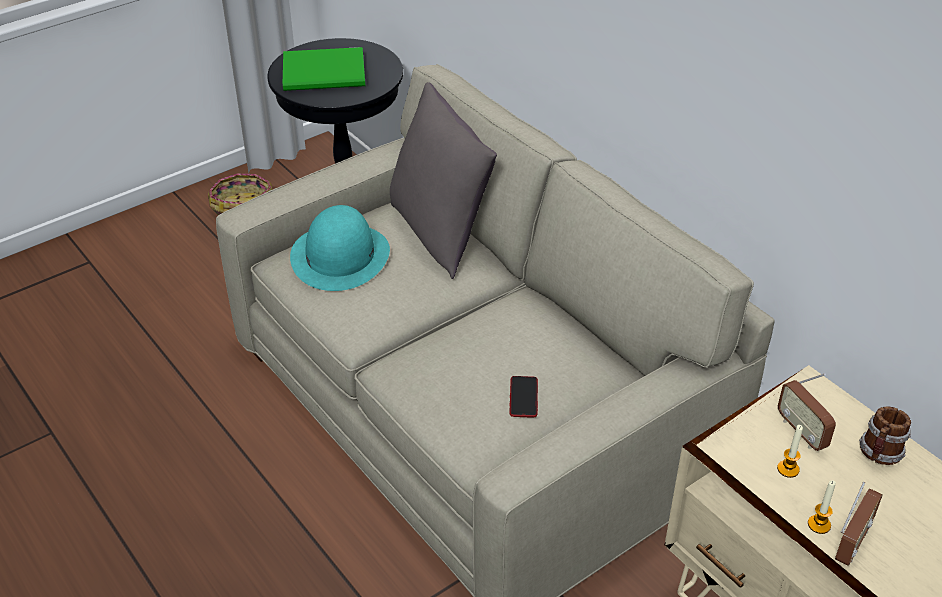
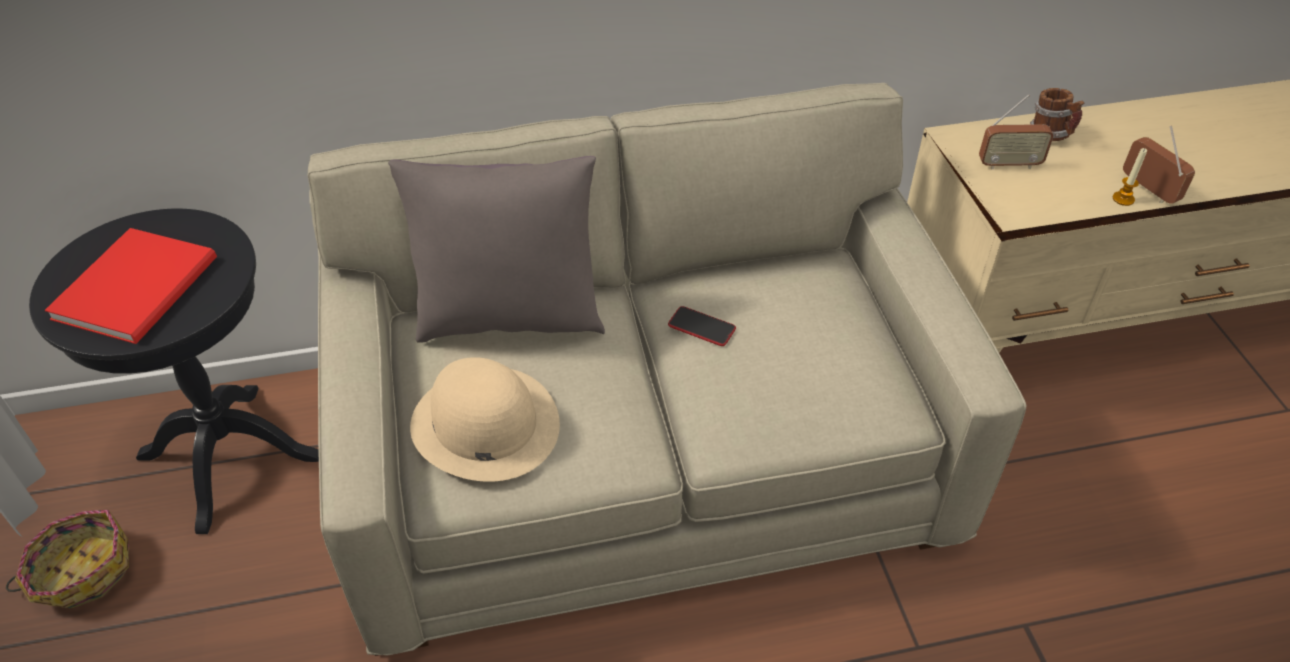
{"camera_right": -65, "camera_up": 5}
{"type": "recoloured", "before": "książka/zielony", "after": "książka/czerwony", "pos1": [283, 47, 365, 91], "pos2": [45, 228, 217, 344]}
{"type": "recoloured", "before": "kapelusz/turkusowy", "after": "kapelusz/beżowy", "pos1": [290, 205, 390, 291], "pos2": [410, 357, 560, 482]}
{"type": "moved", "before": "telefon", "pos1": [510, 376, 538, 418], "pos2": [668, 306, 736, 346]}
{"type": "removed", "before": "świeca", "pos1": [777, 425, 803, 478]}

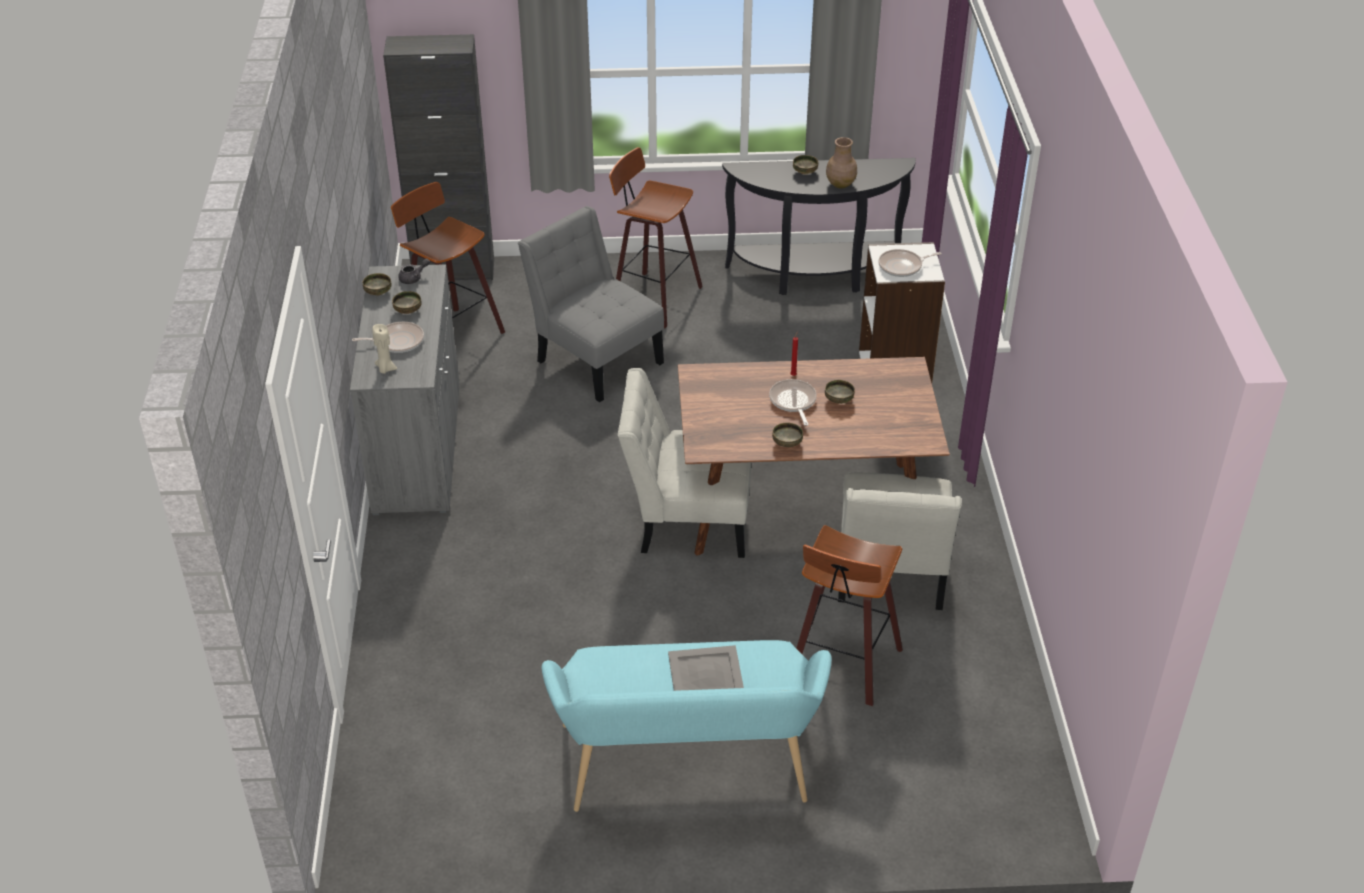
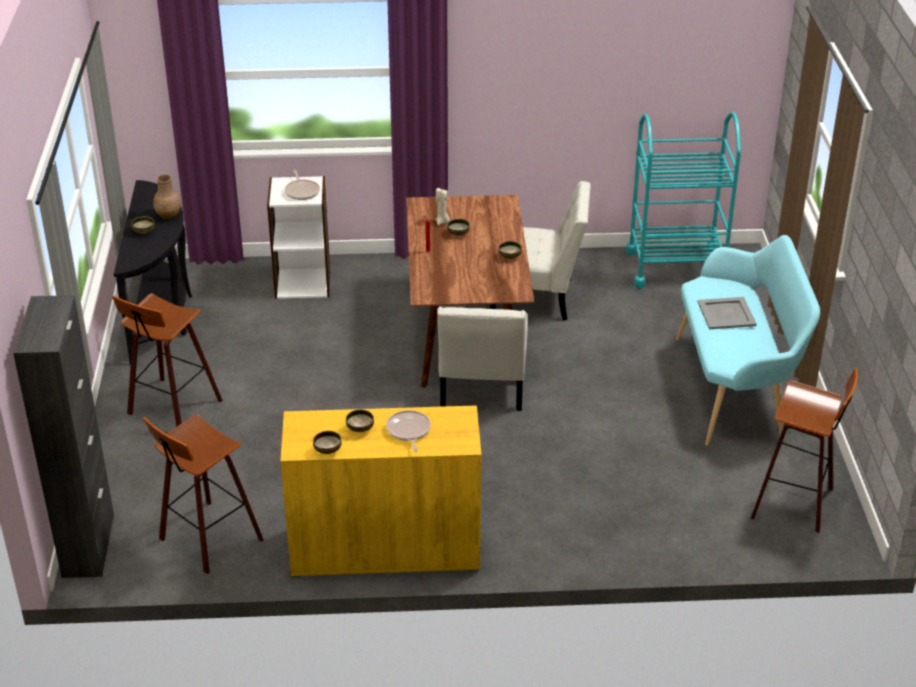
{"camera_right": -90, "camera_up": -5}
{"type": "recoloured", "before": "szafka/szary", "after": "szafka/żółty", "pos1": [350, 264, 460, 515], "pos2": [281, 405, 482, 578]}
{"type": "moved", "before": "świeca/beżowy", "pos1": [372, 324, 397, 374], "pos2": [435, 188, 450, 225]}
{"type": "removed", "before": "imbryk/szary", "pos1": [398, 258, 430, 284]}
{"type": "removed", "before": "krzesło/szary", "pos1": [518, 206, 664, 402]}
{"type": "removed", "before": "patelnia", "pos1": [769, 379, 817, 426]}
{"type": "moved", "before": "stołek", "pos1": [796, 525, 903, 706], "pos2": [751, 368, 858, 533]}
{"type": "added", "after": "wózek/turkusowy", "pos2": [626, 112, 741, 289]}

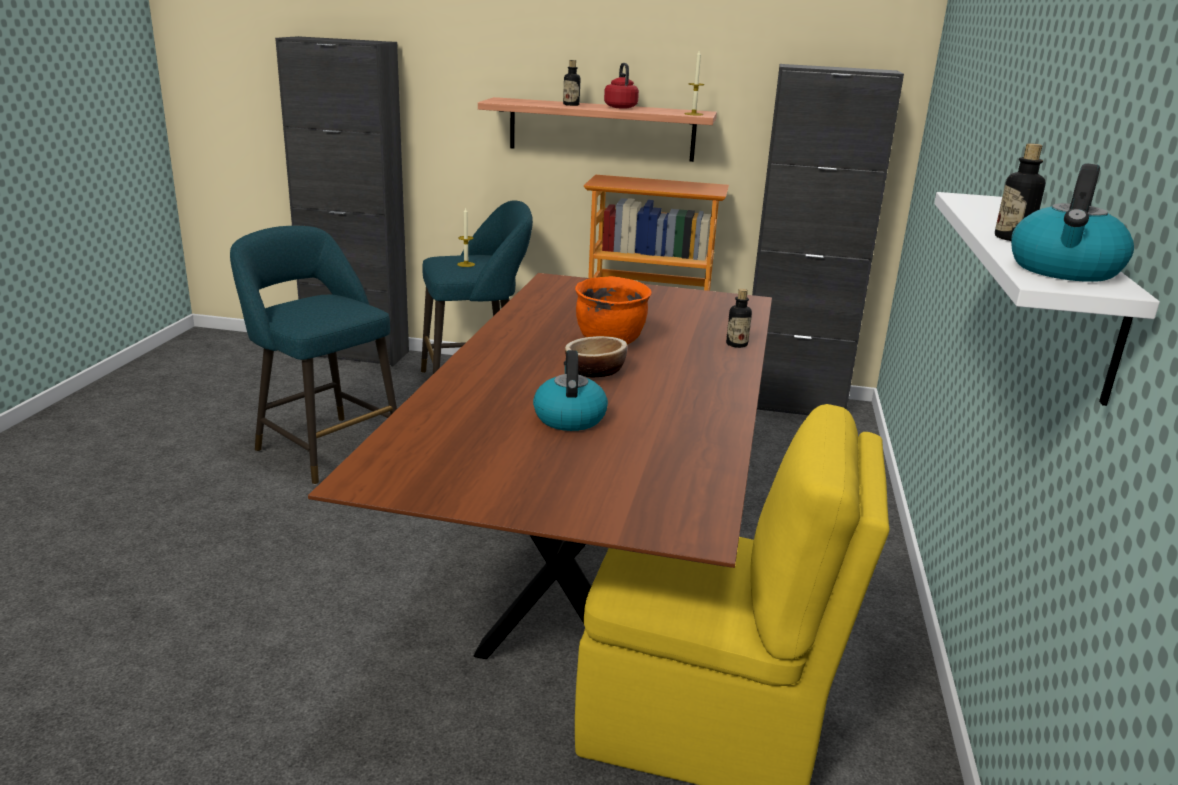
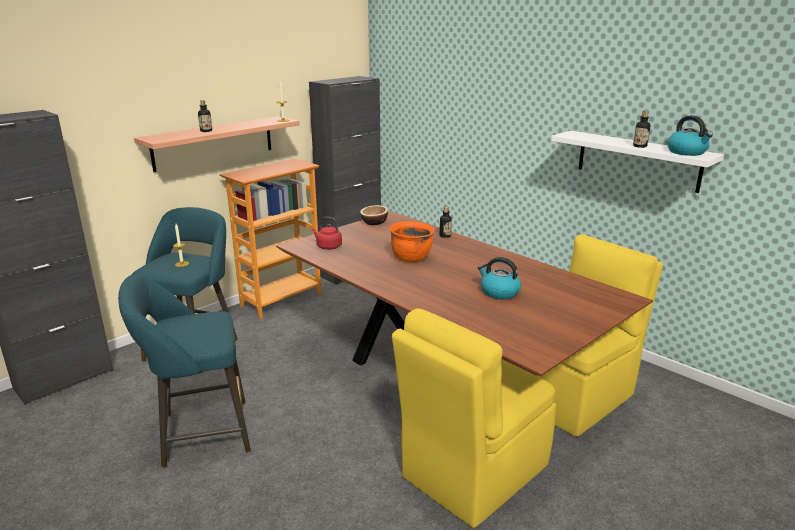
{"camera_right": -55, "camera_up": 0}
{"type": "moved", "before": "miska", "pos1": [565, 336, 627, 377], "pos2": [360, 205, 388, 225]}
{"type": "moved", "before": "czajnik/czerwony", "pos1": [604, 63, 639, 109], "pos2": [311, 217, 342, 250]}
{"type": "added", "after": "krzesło/żółty", "pos2": [392, 308, 556, 528]}

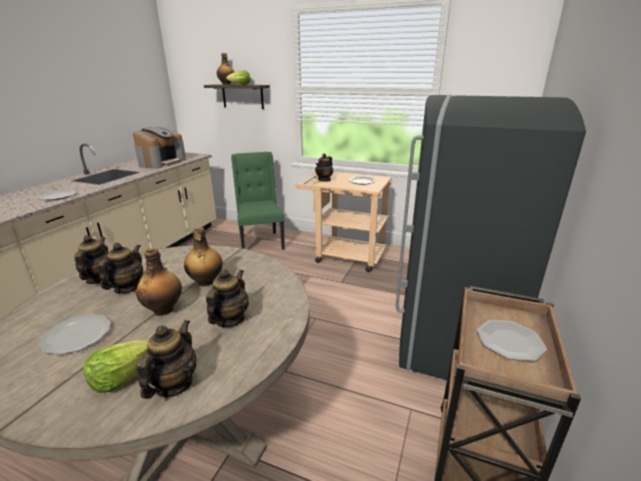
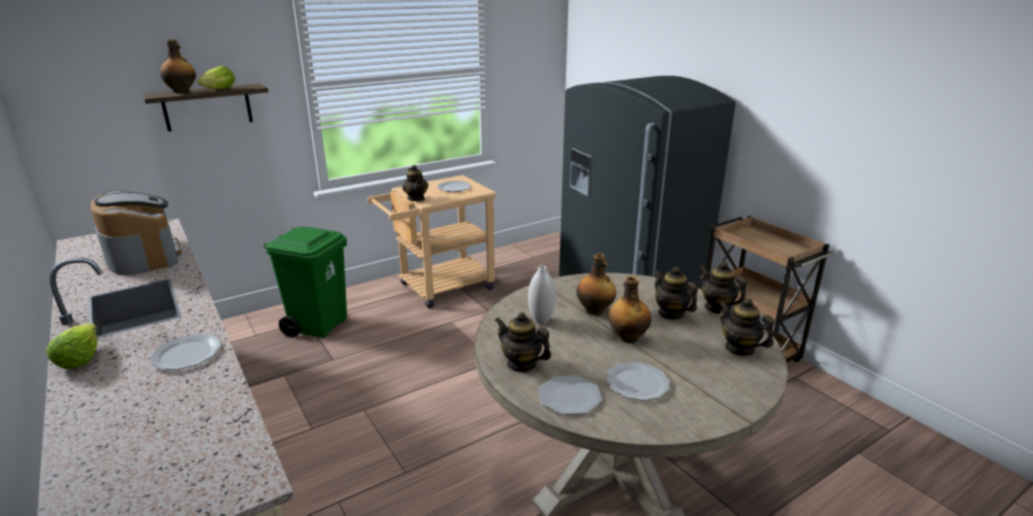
{"camera_right": -55, "camera_up": 0}
{"type": "moved", "before": "sałata", "pos1": [83, 340, 149, 393], "pos2": [47, 323, 98, 369]}
{"type": "moved", "before": "imbryk", "pos1": [98, 243, 143, 294], "pos2": [699, 262, 747, 314]}
{"type": "replaced", "before": "krzesło/zielony", "after": "kosz na śmieci/zielony", "pos1": [231, 152, 285, 250], "pos2": [263, 227, 347, 338]}
{"type": "moved", "before": "talerz", "pos1": [477, 320, 547, 361], "pos2": [539, 376, 602, 415]}
{"type": "added", "after": "wazon/biały", "pos2": [528, 266, 556, 324]}

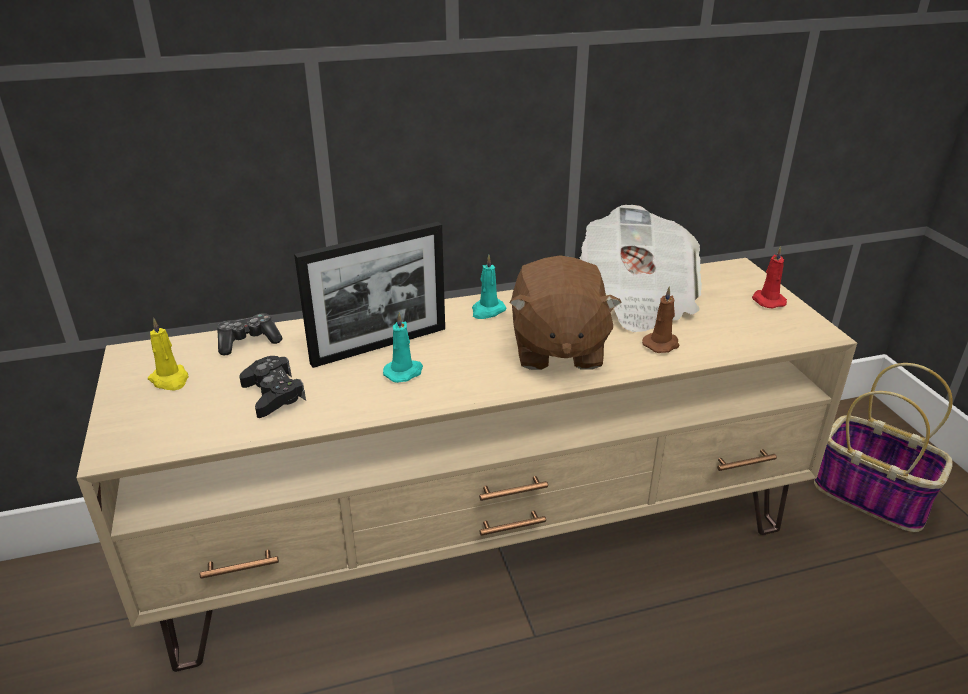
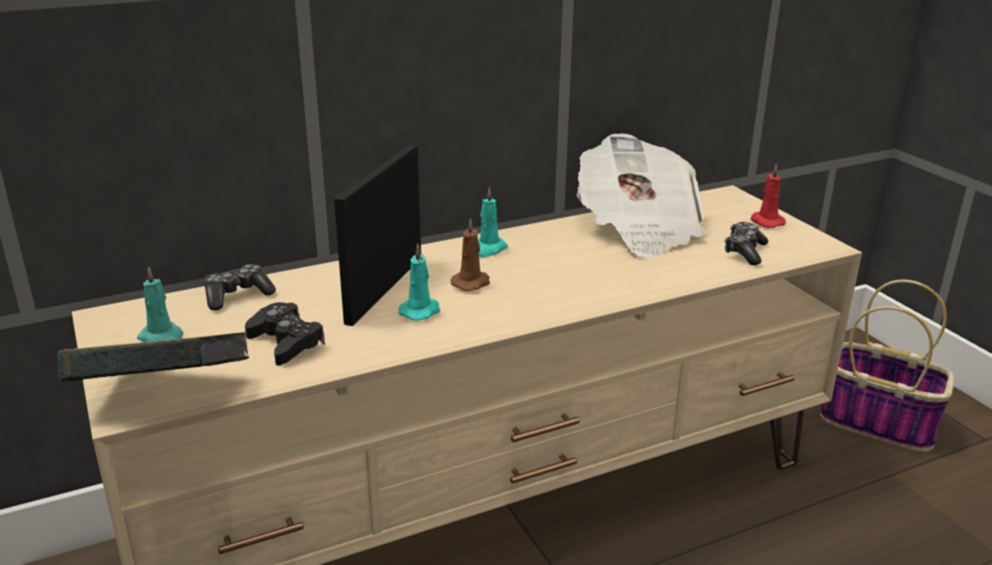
{"camera_right": -10, "camera_up": -5}
{"type": "recoloured", "before": "świeca/żółty", "after": "świeca/turkusowy", "pos1": [148, 318, 189, 391], "pos2": [137, 266, 183, 342]}
{"type": "turned", "before": "ramka na zdjęcie", "pos1": [294, 222, 445, 368], "pos2": [334, 144, 421, 326], "turn": 150}
{"type": "removed", "before": "pluszak/brązowy", "pos1": [509, 255, 622, 370]}
{"type": "moved", "before": "świeca/brązowy", "pos1": [642, 286, 680, 353], "pos2": [451, 218, 490, 291]}
{"type": "added", "after": "książka", "pos2": [58, 332, 249, 381]}
{"type": "added", "after": "pad do gier", "pos2": [725, 222, 768, 265]}

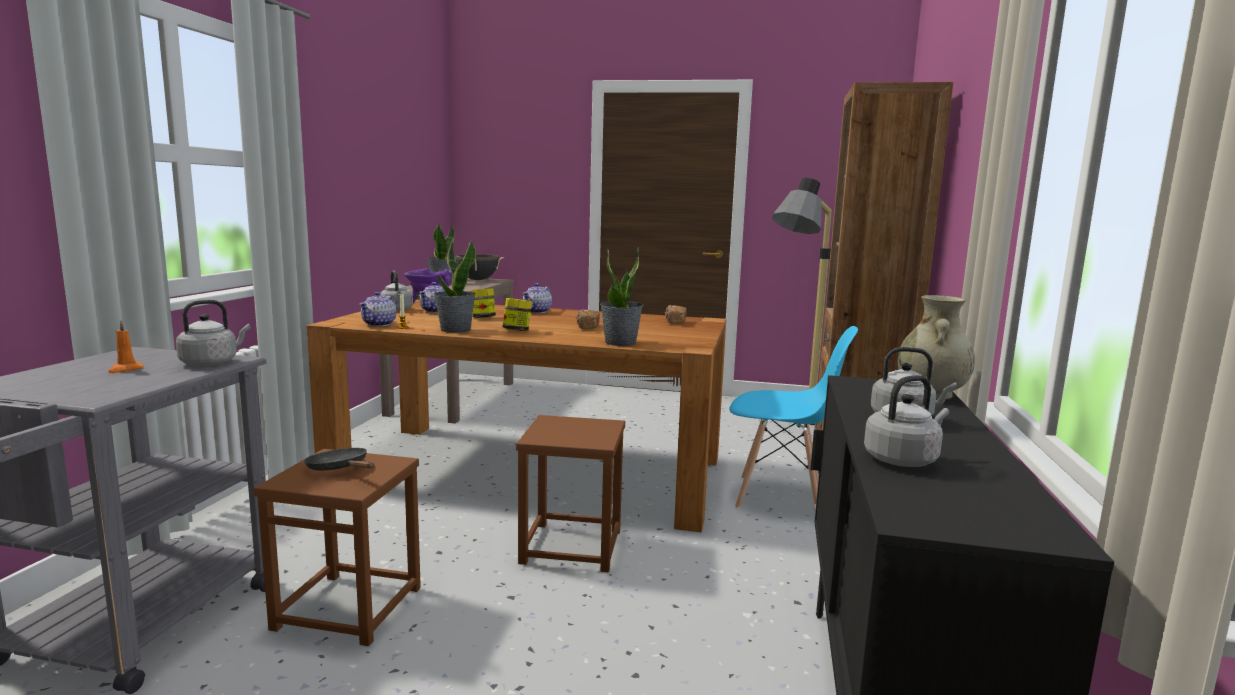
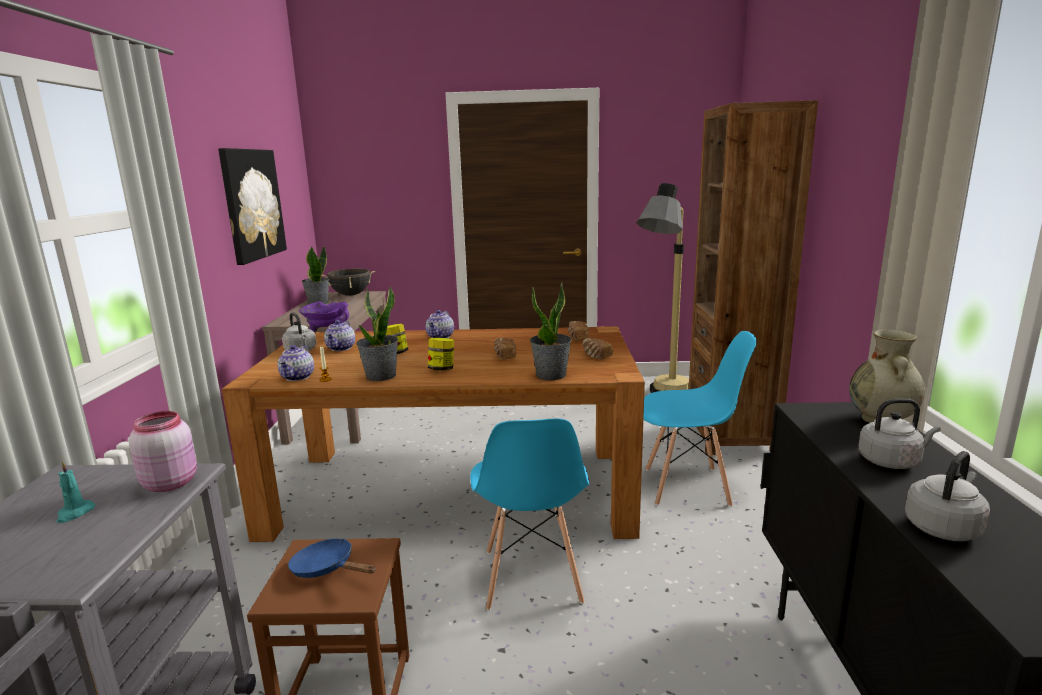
{"camera_right": -10, "camera_up": 5}
{"type": "recoloured", "before": "świeca/pomarańczowy", "after": "świeca/turkusowy", "pos1": [108, 320, 144, 373], "pos2": [56, 461, 95, 523]}
{"type": "replaced", "before": "czajnik/szary", "after": "słoik/różowy", "pos1": [176, 300, 250, 366], "pos2": [129, 411, 197, 492]}
{"type": "recoloured", "before": "patelnia/czarny", "after": "patelnia/niebieski", "pos1": [304, 448, 374, 471], "pos2": [288, 539, 376, 578]}
{"type": "replaced", "before": "stołek/brązowy", "after": "krzesło/niebieski", "pos1": [516, 415, 625, 572], "pos2": [470, 418, 589, 610]}
{"type": "added", "after": "obraz", "pos2": [218, 148, 287, 265]}
{"type": "added", "after": "chleb", "pos2": [583, 338, 613, 359]}

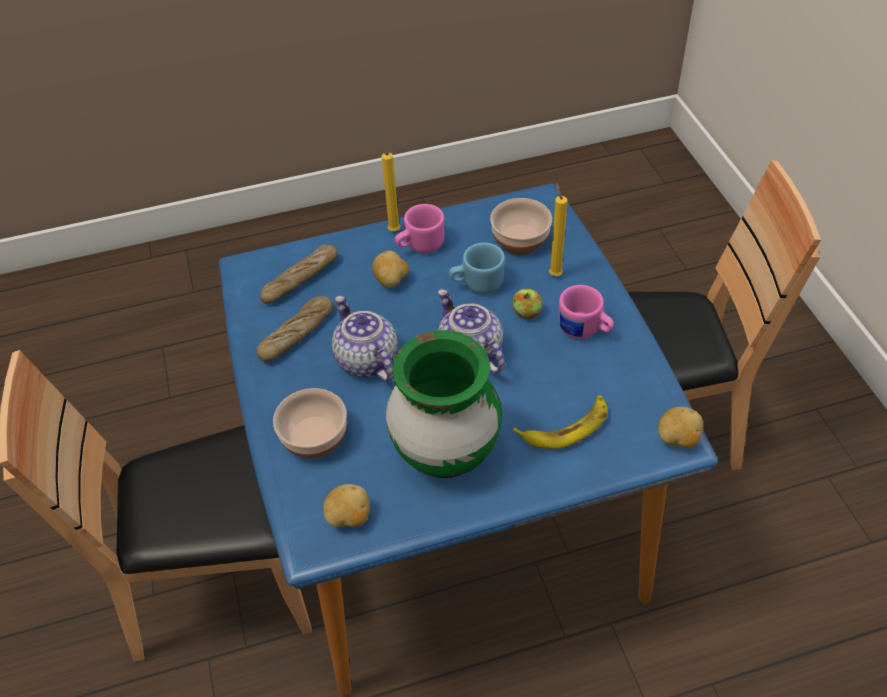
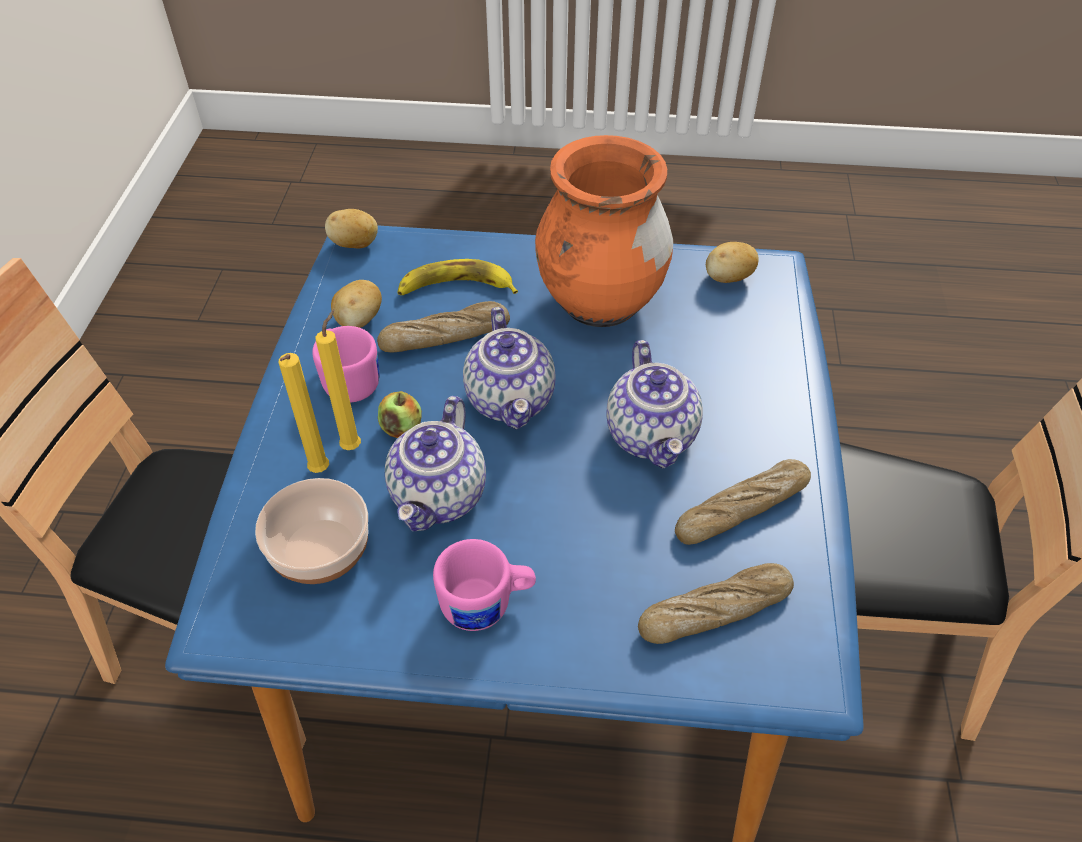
{"camera_right": -160, "camera_up": 0}
{"type": "removed", "before": "miska", "pos1": [273, 388, 347, 458]}
{"type": "moved", "before": "ziemniak", "pos1": [372, 251, 409, 288], "pos2": [331, 280, 382, 328]}
{"type": "moved", "before": "świeca/żółty", "pos1": [382, 152, 401, 231], "pos2": [315, 310, 361, 450]}
{"type": "recoloured", "before": "wazon/zielony", "after": "wazon/pomarańczowy", "pos1": [386, 330, 502, 478], "pos2": [535, 135, 673, 327]}
{"type": "replaced", "before": "kubek/niebieski", "after": "imbryk", "pos1": [449, 243, 505, 294], "pos2": [385, 396, 486, 531]}
{"type": "added", "after": "chleb", "pos2": [377, 301, 510, 353]}

